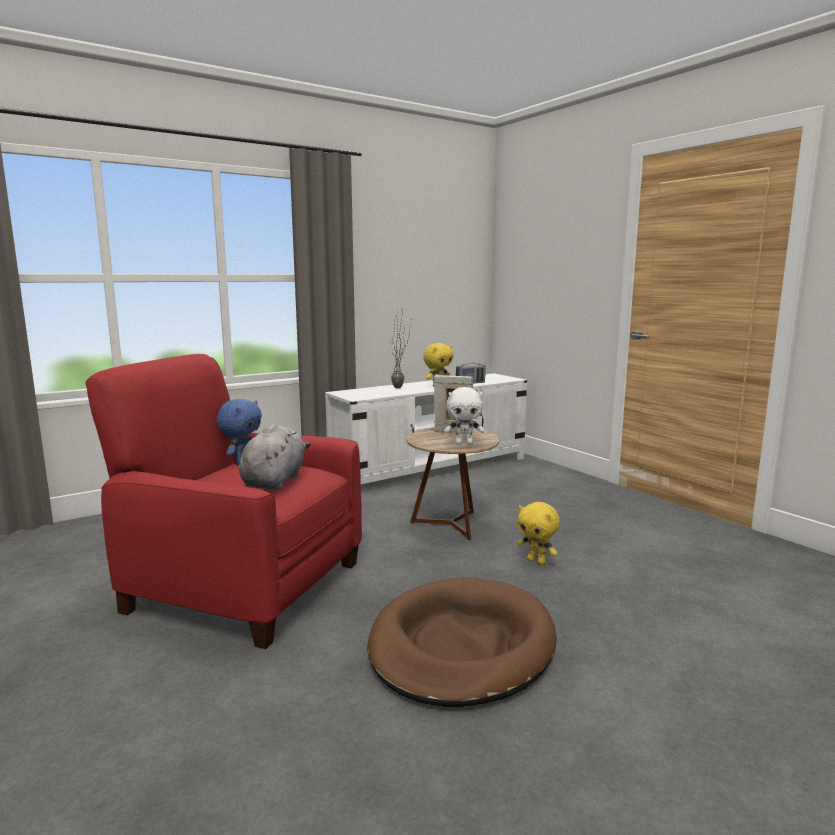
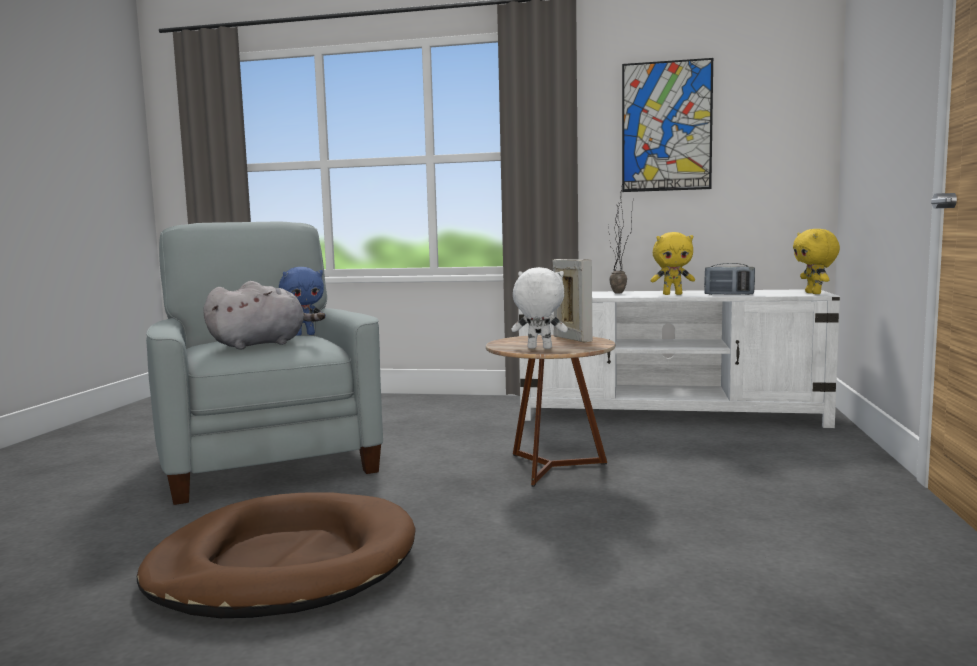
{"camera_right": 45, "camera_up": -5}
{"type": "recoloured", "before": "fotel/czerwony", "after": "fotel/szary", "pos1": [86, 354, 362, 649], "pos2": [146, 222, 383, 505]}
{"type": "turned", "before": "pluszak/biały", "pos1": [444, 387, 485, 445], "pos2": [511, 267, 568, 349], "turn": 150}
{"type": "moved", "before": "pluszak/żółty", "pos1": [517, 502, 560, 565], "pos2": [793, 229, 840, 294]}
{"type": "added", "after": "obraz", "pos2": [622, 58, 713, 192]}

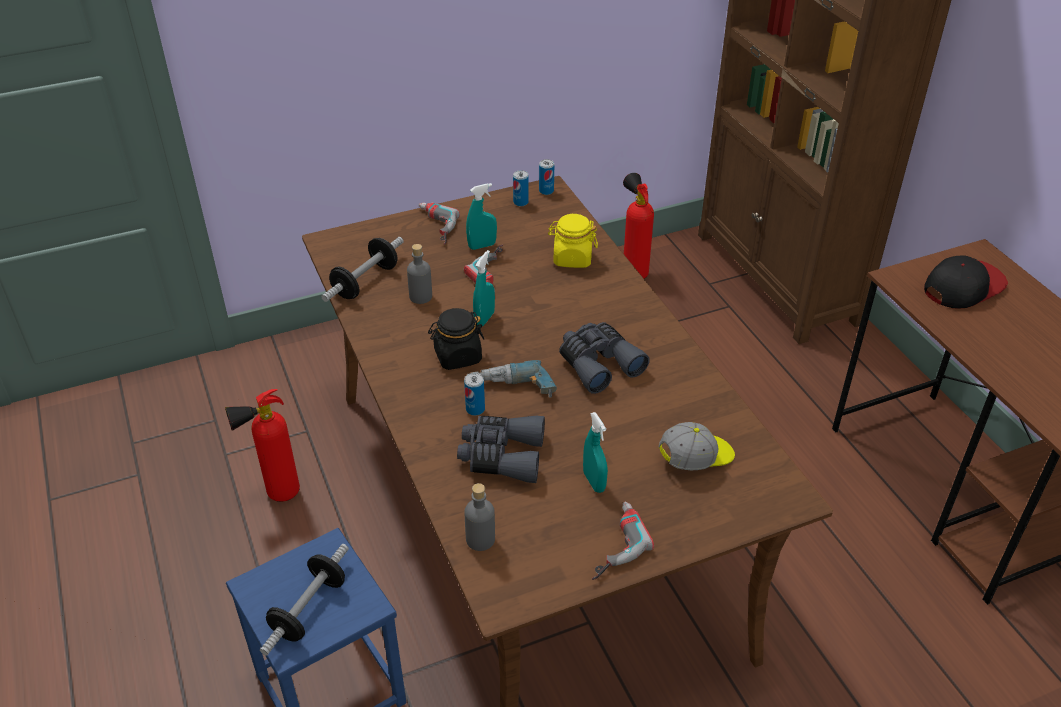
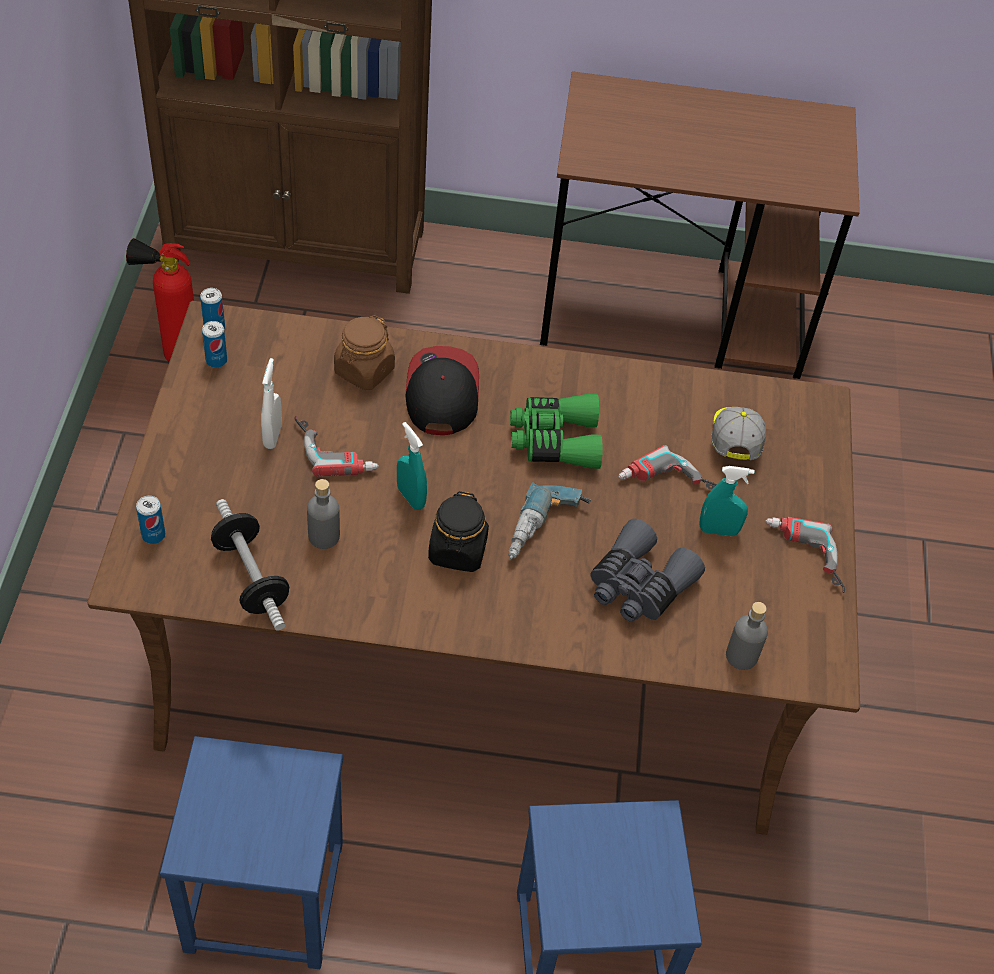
{"camera_right": -65, "camera_up": 10}
{"type": "replaced", "before": "gaśnica", "after": "stołek/niebieski", "pos1": [225, 389, 300, 502], "pos2": [160, 736, 343, 969]}
{"type": "removed", "before": "hantel", "pos1": [260, 544, 349, 656]}
{"type": "moved", "before": "wiertarka", "pos1": [419, 202, 460, 245], "pos2": [618, 445, 717, 490]}
{"type": "moved", "before": "puszka", "pos1": [464, 373, 485, 416], "pos2": [136, 496, 165, 544]}
{"type": "recoloured", "before": "spryskiwacz/turkusowy", "after": "spryskiwacz/biały", "pos1": [466, 183, 497, 250], "pos2": [261, 358, 282, 449]}
{"type": "recoloured", "before": "słoik/żółty", "after": "słoik/brązowy", "pos1": [548, 214, 598, 268], "pos2": [334, 315, 395, 390]}
{"type": "recoloured", "before": "lornetka/szary", "after": "lornetka/zielony", "pos1": [559, 322, 650, 394], "pos2": [510, 394, 603, 469]}
{"type": "moved", "before": "czapka z daszkiem", "pos1": [924, 255, 1008, 308], "pos2": [406, 346, 479, 435]}

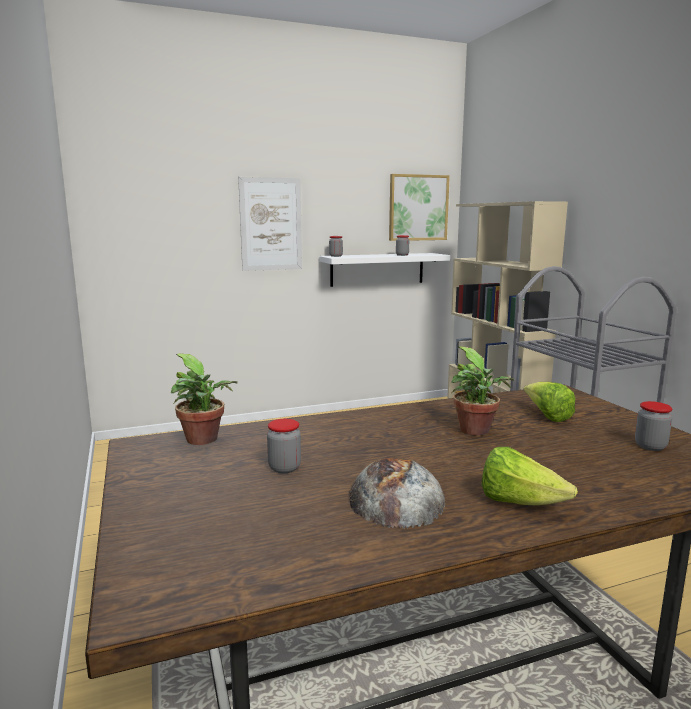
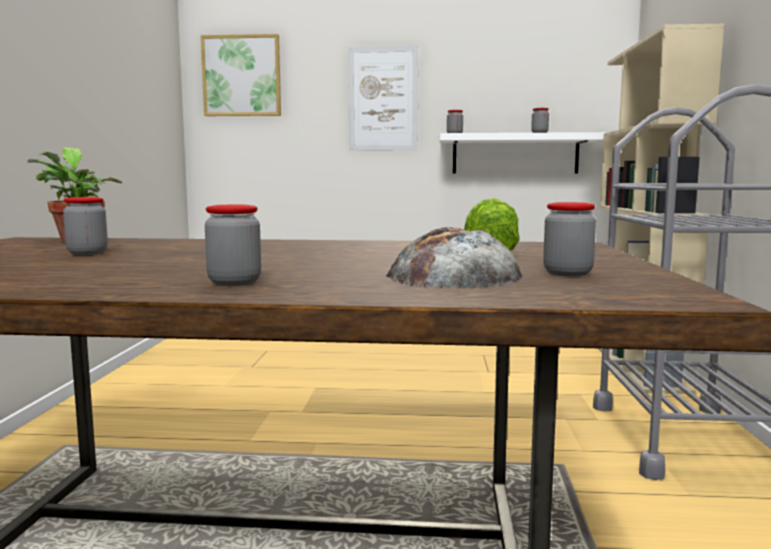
{"camera_right": 25, "camera_up": -5}
{"type": "moved", "before": "chleb", "pos1": [349, 458, 445, 529], "pos2": [386, 227, 522, 289]}
{"type": "moved", "before": "obraz", "pos1": [389, 174, 450, 241], "pos2": [201, 34, 281, 116]}
{"type": "removed", "before": "roślina doniczkowa", "pos1": [451, 346, 515, 436]}
{"type": "replaced", "before": "sałata", "after": "słoik", "pos1": [482, 447, 578, 505], "pos2": [205, 205, 261, 286]}

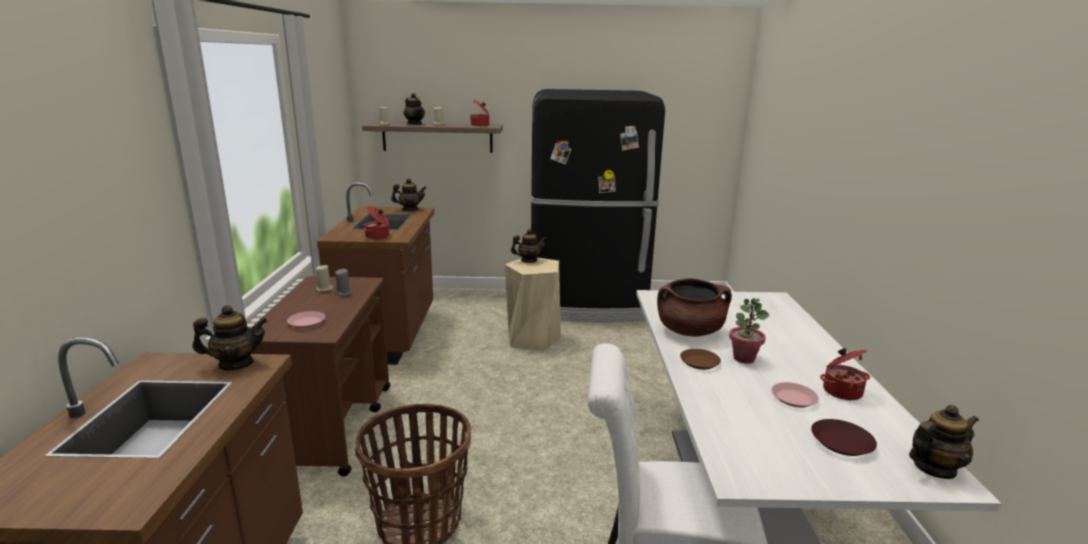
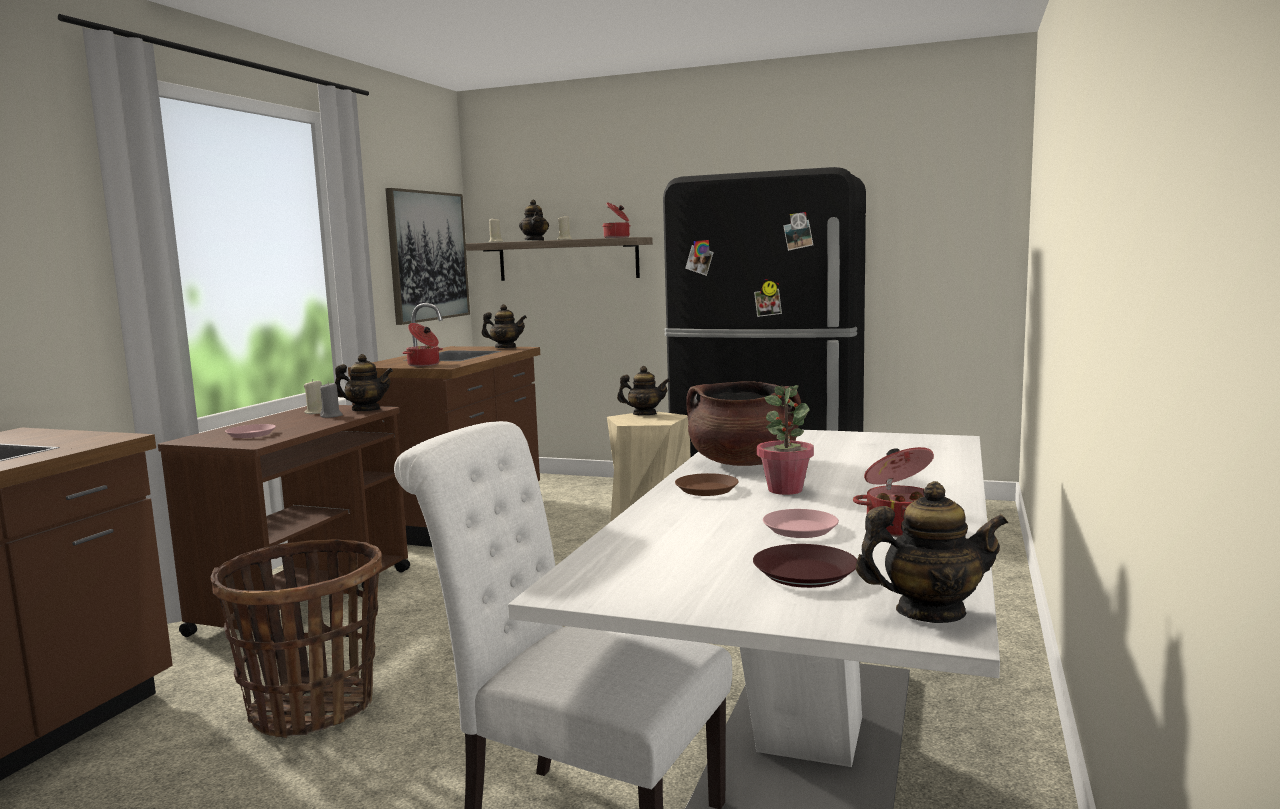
{"camera_right": 20, "camera_up": -10}
{"type": "moved", "before": "imbryk", "pos1": [193, 305, 267, 371], "pos2": [335, 354, 393, 411]}
{"type": "added", "after": "obraz", "pos2": [385, 188, 470, 325]}

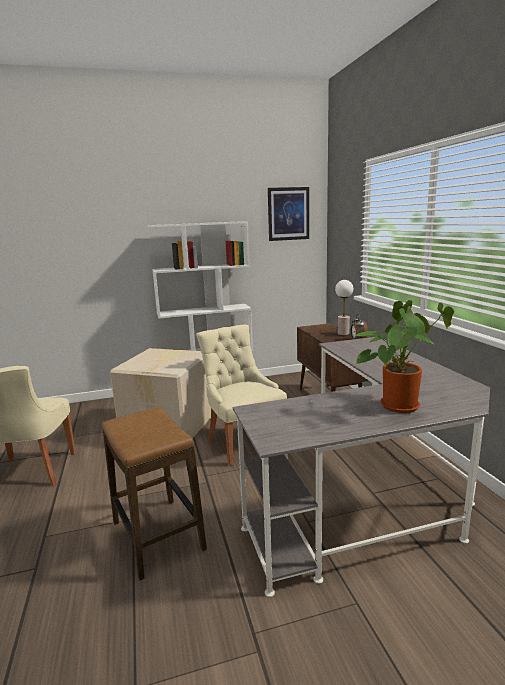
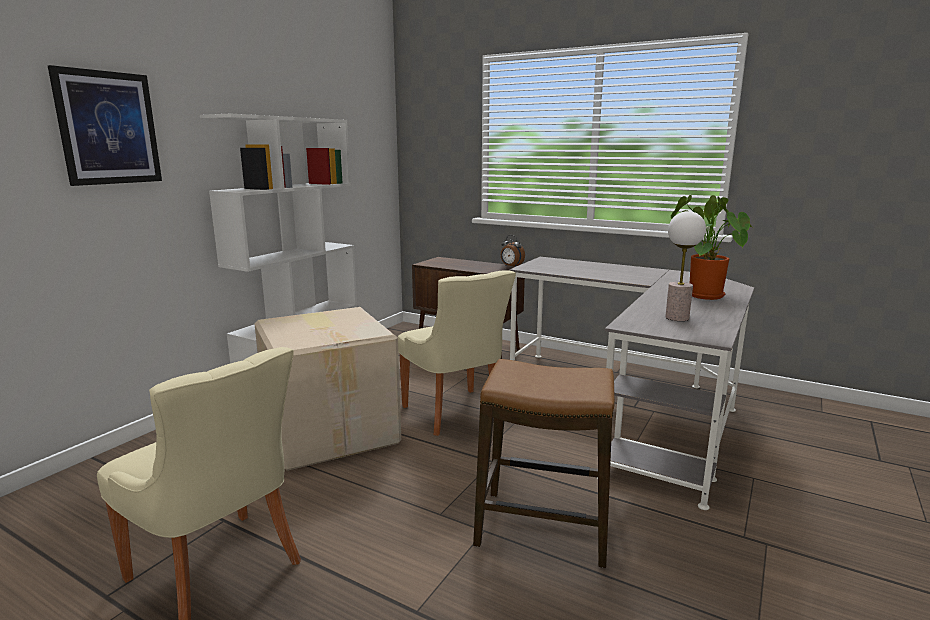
{"camera_right": -45, "camera_up": 0}
{"type": "turned", "before": "krzesło/beżowy", "pos1": [196, 325, 287, 466], "pos2": [398, 270, 516, 436], "turn": -135}
{"type": "moved", "before": "obraz", "pos1": [268, 187, 309, 241], "pos2": [48, 65, 162, 186]}
{"type": "moved", "before": "lampa stołowa", "pos1": [335, 280, 353, 335], "pos2": [665, 211, 706, 321]}

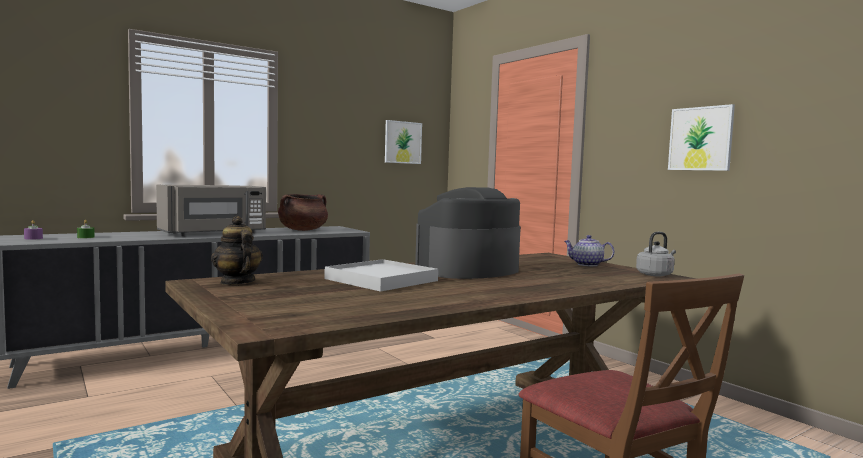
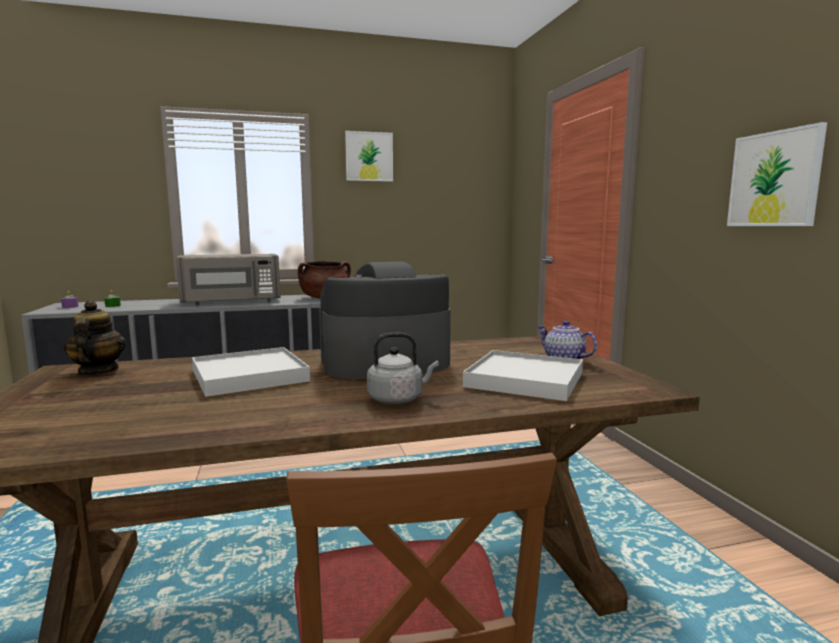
{"camera_right": 20, "camera_up": 5}
{"type": "moved", "before": "obraz", "pos1": [385, 120, 422, 164], "pos2": [345, 131, 393, 182]}
{"type": "moved", "before": "czajnik/szary", "pos1": [636, 232, 676, 276], "pos2": [367, 333, 439, 404]}
{"type": "added", "after": "taca/biały", "pos2": [463, 350, 583, 401]}

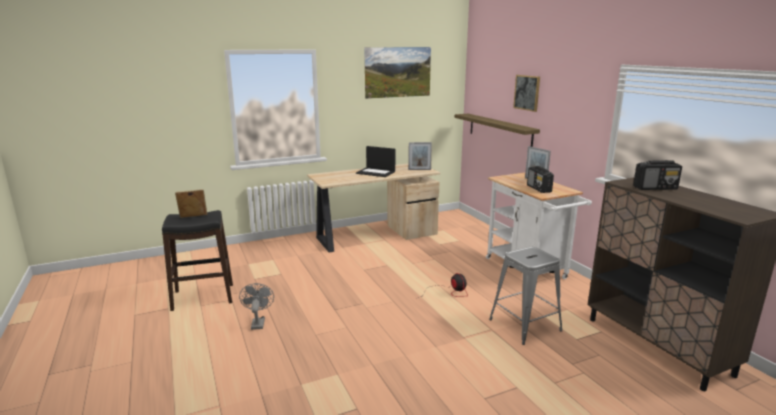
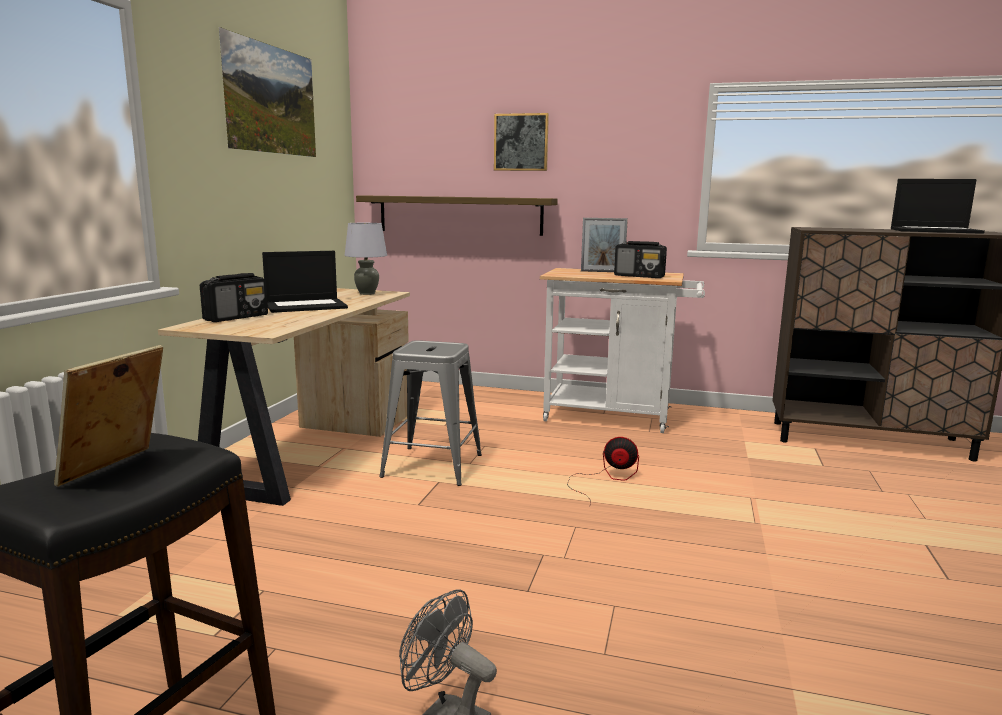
{"camera_right": -50, "camera_up": -5}
{"type": "replaced", "before": "ramka na zdjęcie", "after": "lampa stołowa/szary", "pos1": [408, 142, 432, 170], "pos2": [345, 223, 387, 295]}
{"type": "moved", "before": "stołek/szary", "pos1": [489, 247, 562, 345], "pos2": [379, 340, 482, 486]}
{"type": "moved", "before": "radio", "pos1": [633, 160, 682, 190], "pos2": [200, 273, 268, 322]}
{"type": "added", "after": "laptop", "pos2": [891, 179, 985, 234]}

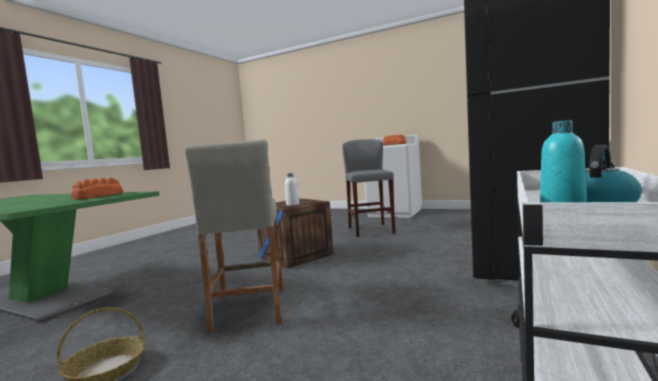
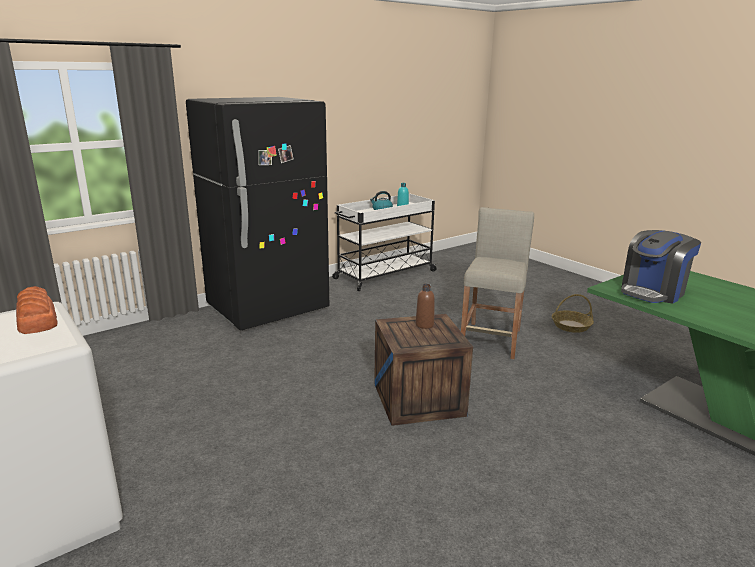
{"camera_right": -155, "camera_up": 15}
{"type": "replaced", "before": "chleb", "after": "ekspres do kawy", "pos1": [71, 178, 123, 200], "pos2": [621, 230, 701, 304]}
{"type": "recoloured", "before": "butelka/biały", "after": "butelka/brązowy", "pos1": [285, 173, 300, 206], "pos2": [416, 284, 435, 329]}
{"type": "removed", "before": "stołek/szary", "pos1": [342, 139, 395, 237]}

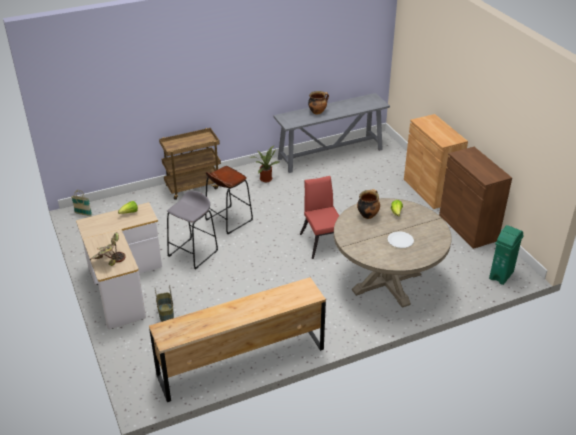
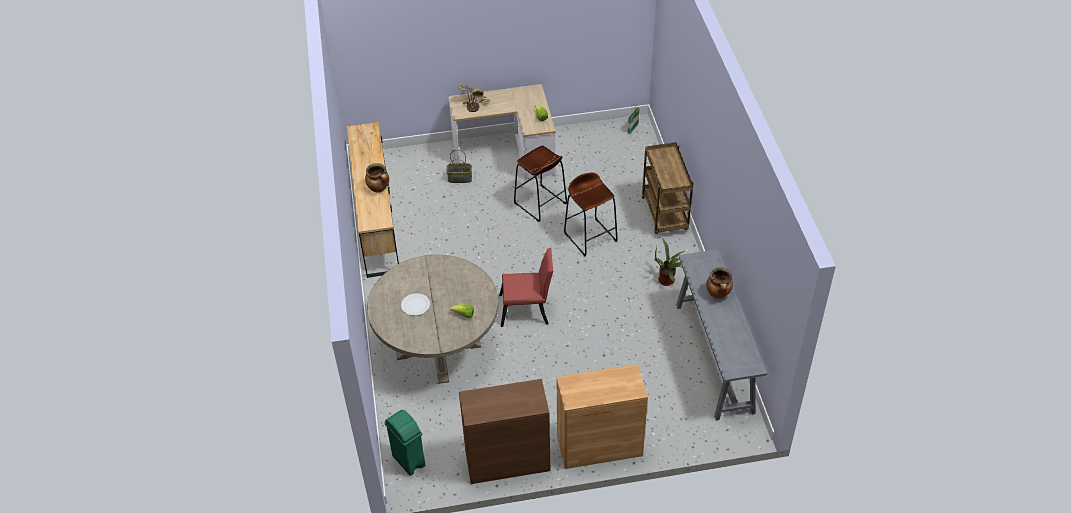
{"camera_right": 105, "camera_up": 10}
{"type": "recoloured", "before": "stołek/szary", "after": "stołek/brązowy", "pos1": [167, 191, 218, 270], "pos2": [514, 145, 567, 222]}
{"type": "moved", "before": "garnek", "pos1": [357, 189, 380, 219], "pos2": [365, 163, 389, 193]}

